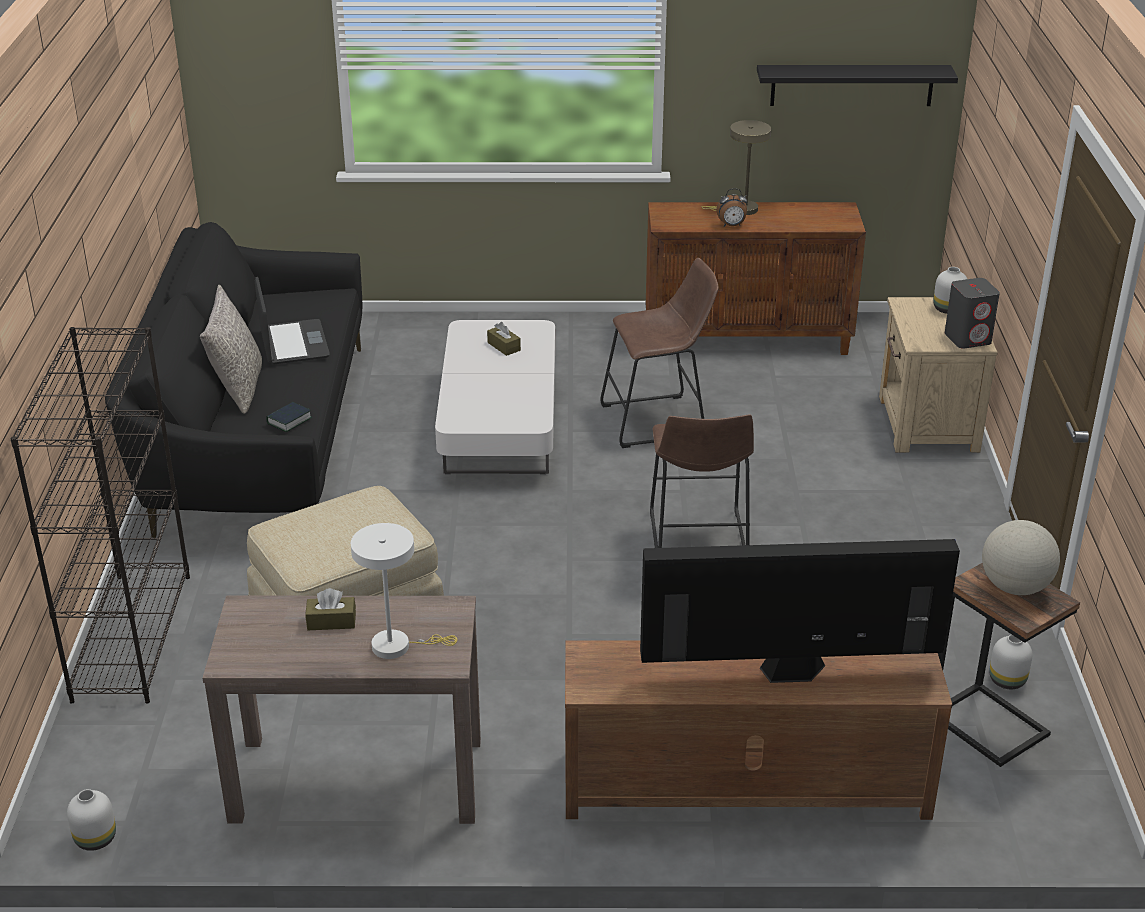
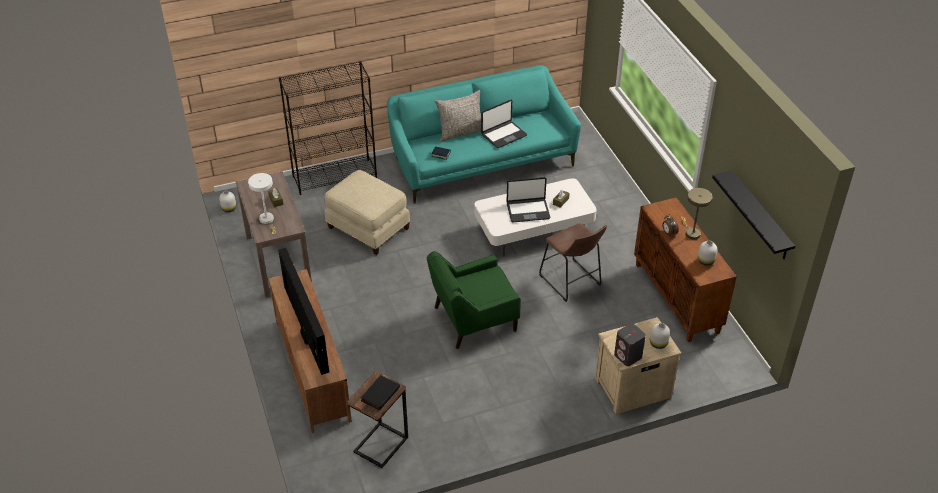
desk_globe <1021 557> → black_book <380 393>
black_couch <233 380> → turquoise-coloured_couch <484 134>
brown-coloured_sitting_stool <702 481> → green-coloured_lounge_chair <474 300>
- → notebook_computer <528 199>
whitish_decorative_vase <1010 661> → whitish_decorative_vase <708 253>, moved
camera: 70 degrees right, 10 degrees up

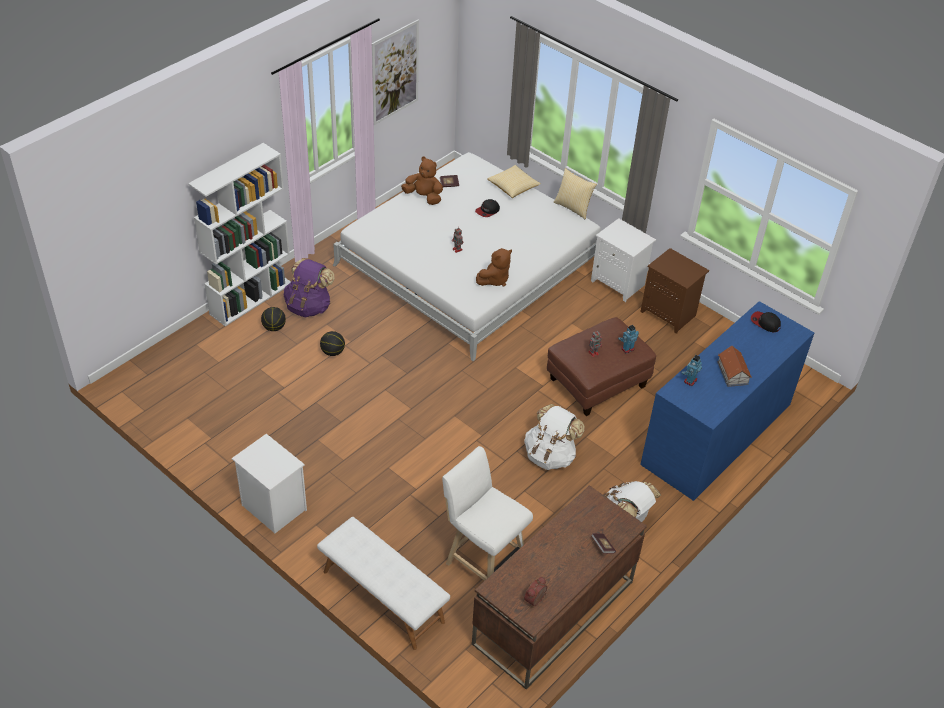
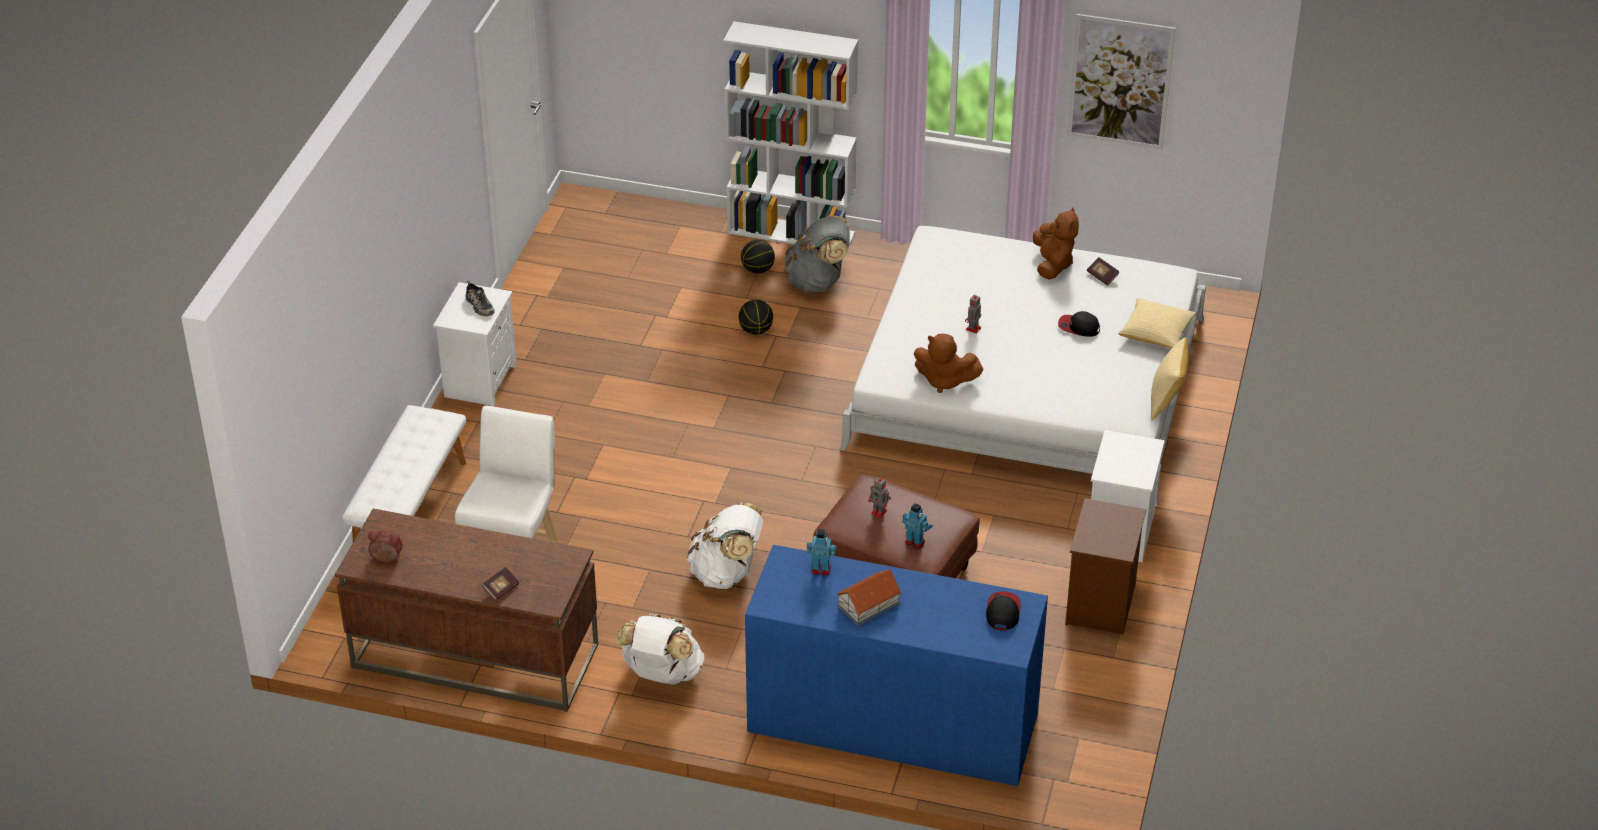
- → low_shoe <480 298>
purplish_knapsack <309 288> → gray_knapsack <817 254>
camera: 65 degrees right, 5 degrees down

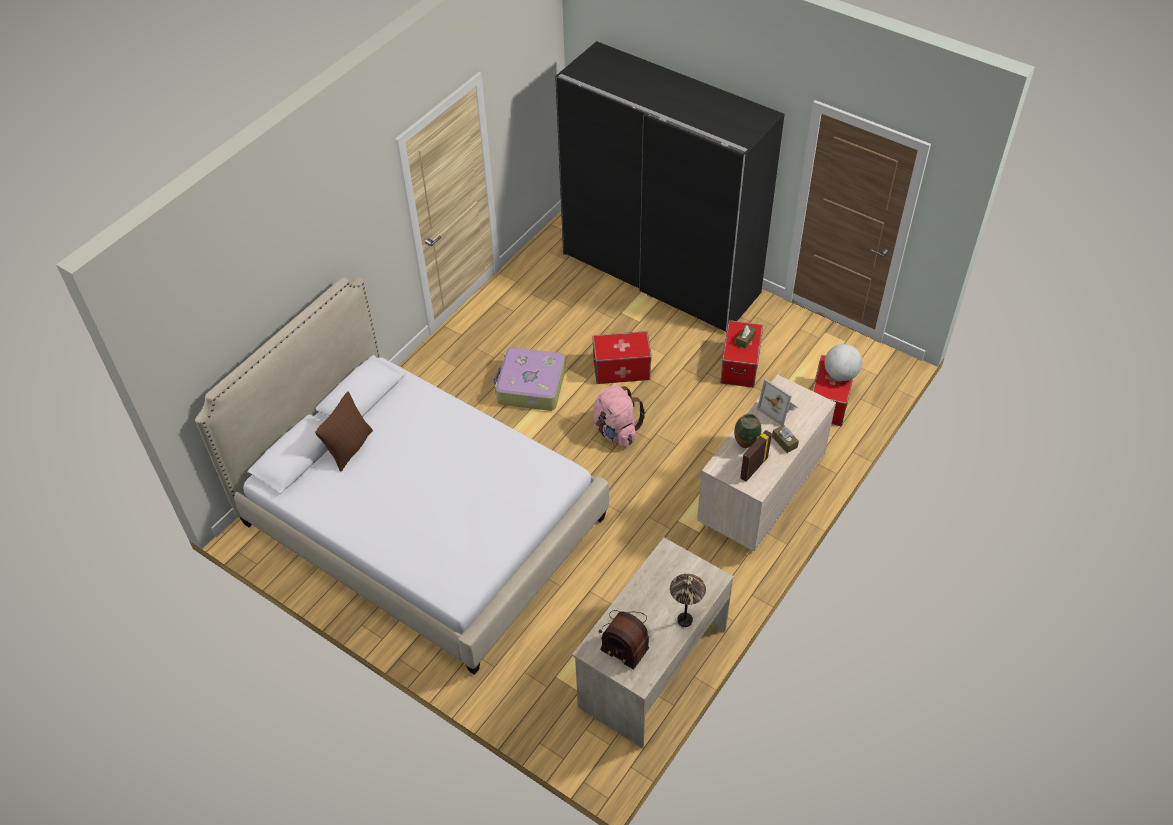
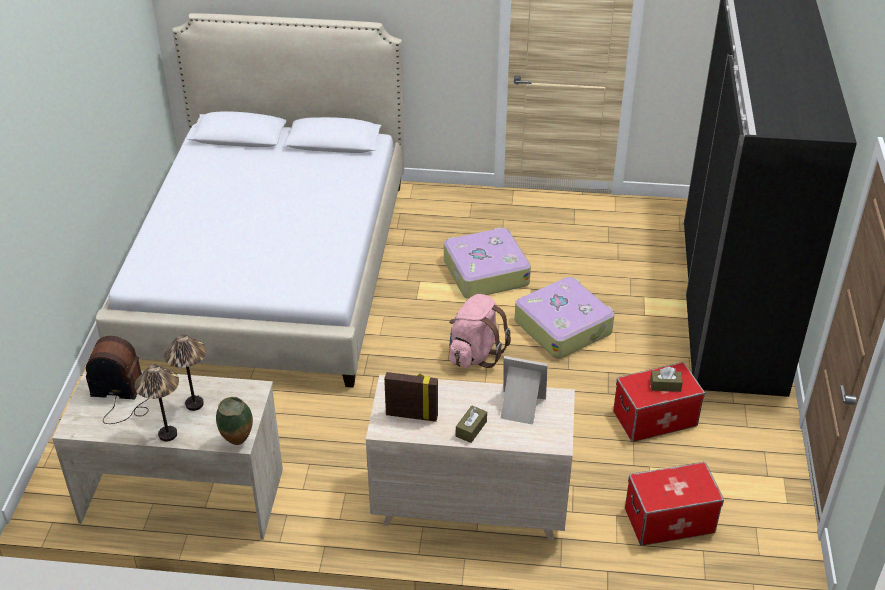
radio_receiver <624 640> → radio_receiver <117 380>, 90 degrees clockwise
- → lamp_for_a_table <184 372>
decorative_vase <747 431> → decorative_vase <234 421>, moved
photo_frame <777 402> → photo_frame <524 390>, 90 degrees clockwise
storage_bin <622 357> → piece_of_luggage <564 318>
brown-coloured_throw_pillow <344 431> → -
desk_globe <843 362> → -
camera: 60 degrees right, 10 degrees down

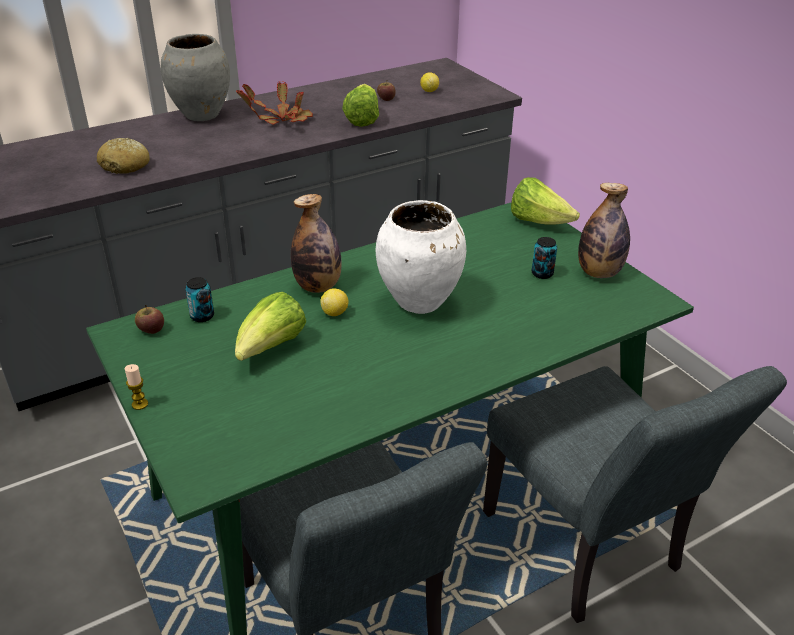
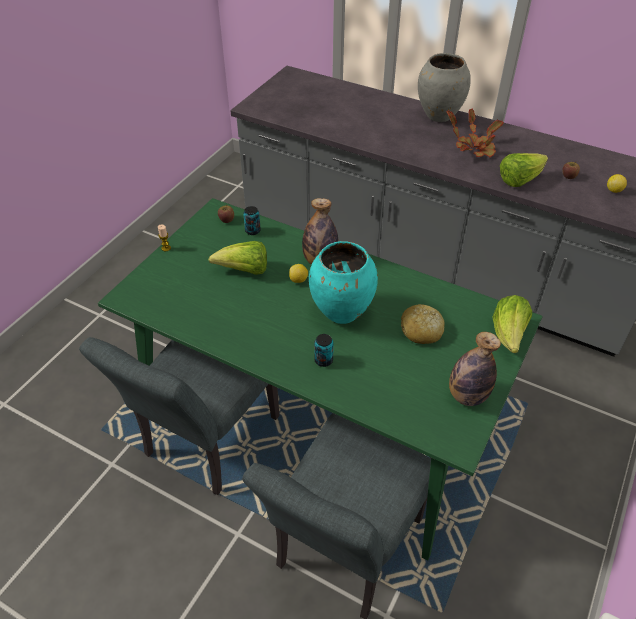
whitish_decorative_vase <421 257> → turquoise-coloured_decorative_vase <343 282>
sealed_can <544 258> → sealed_can <324 350>, moved
bread <123 156> → bread <423 324>, moved
camera: 60 degrees right, 10 degrees up

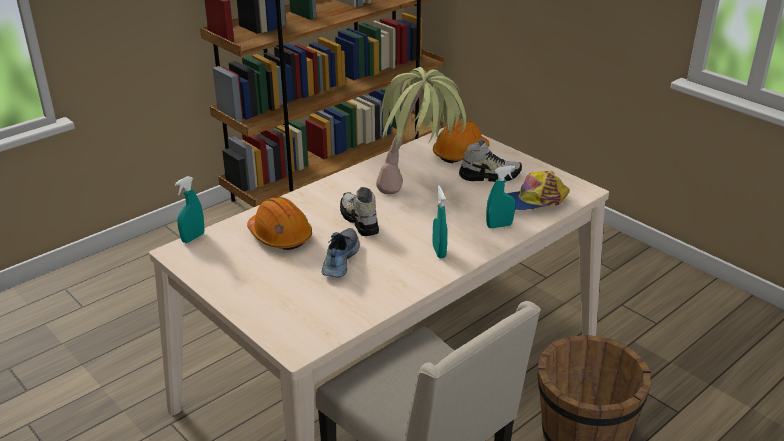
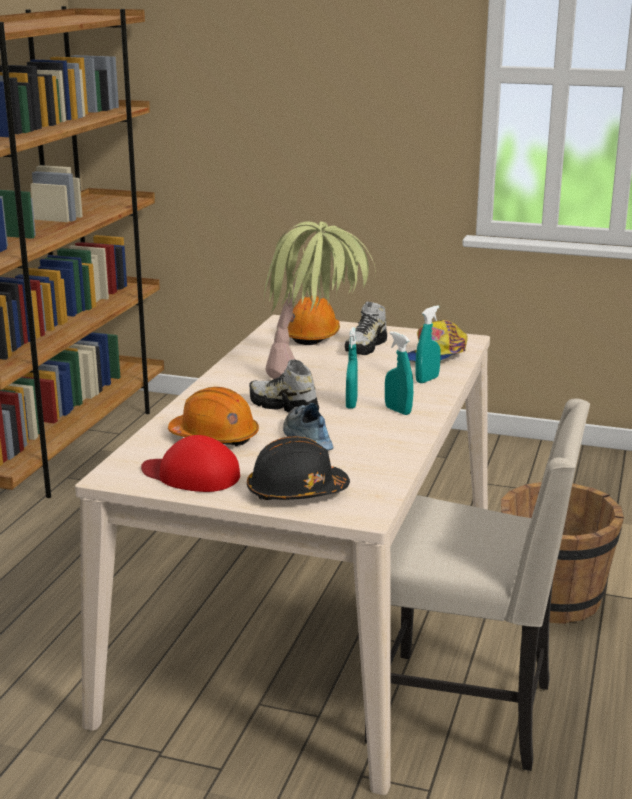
- → red-coloured_peaked_cap <190 463>
- → black_safety_helmet <298 468>
low_shoe <490 161> → low_shoe <366 328>, 150 degrees clockwise
turquoise-coloured_spray_bottle <189 209> → turquoise-coloured_spray_bottle <352 368>, moved
camera: 30 degrees left, 10 degrees down

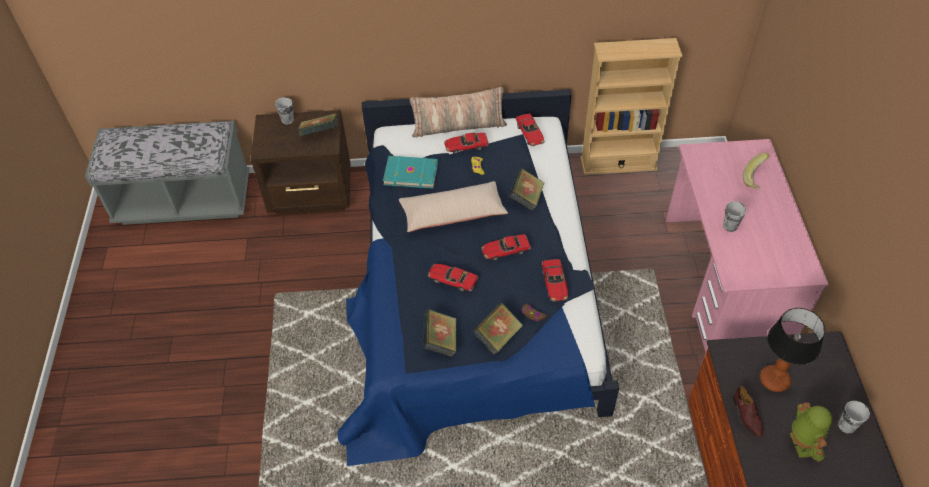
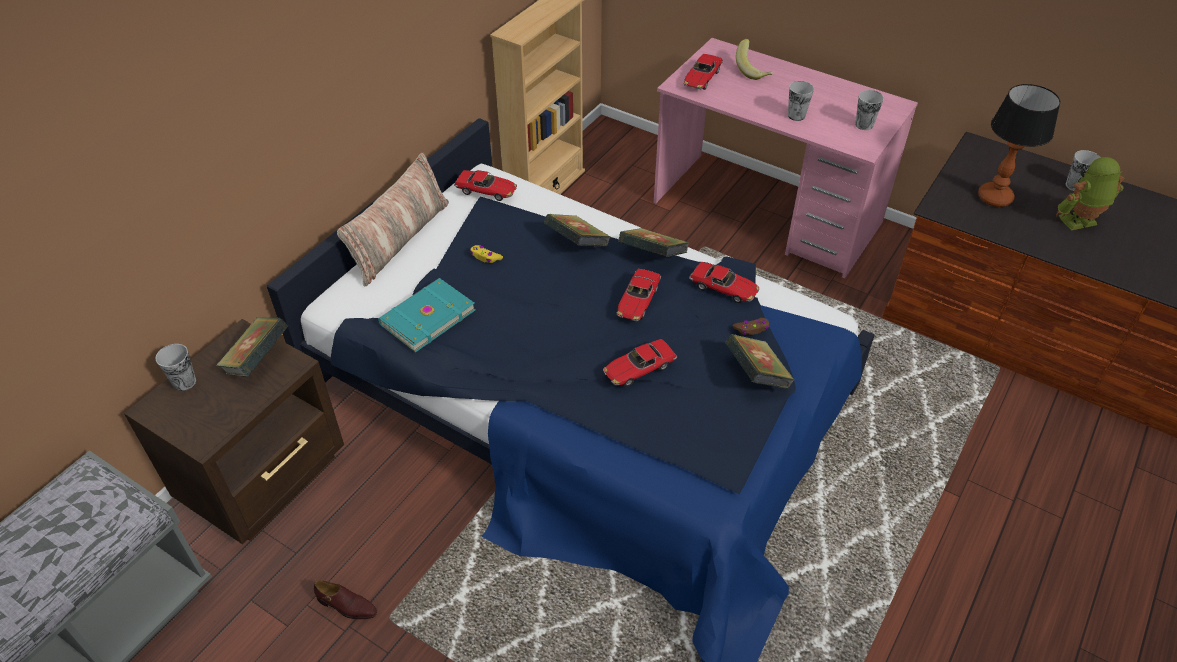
brown-coloured_low_shoe <748 412> → brown-coloured_low_shoe <345 599>, moved
book <439 333> → book <653 242>, moved
toy_car <466 143> → toy_car <703 72>, moved
- → small_cup <869 110>
toy_robot <811 432> → toy_robot <1090 193>, 45 degrees counterclockwise
beige_throw_pillow <453 206> → -
camera: 55 degrees left, 5 degrees down

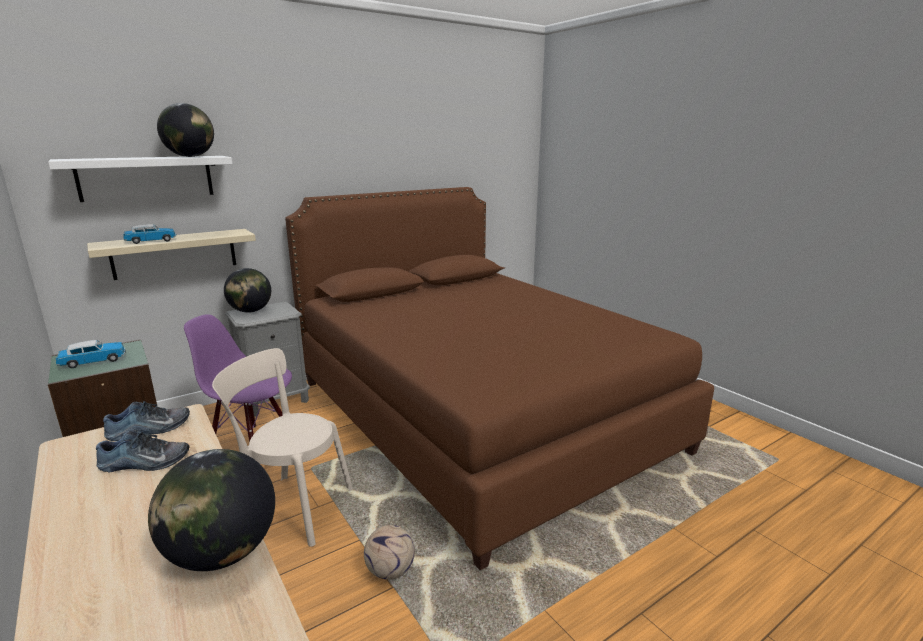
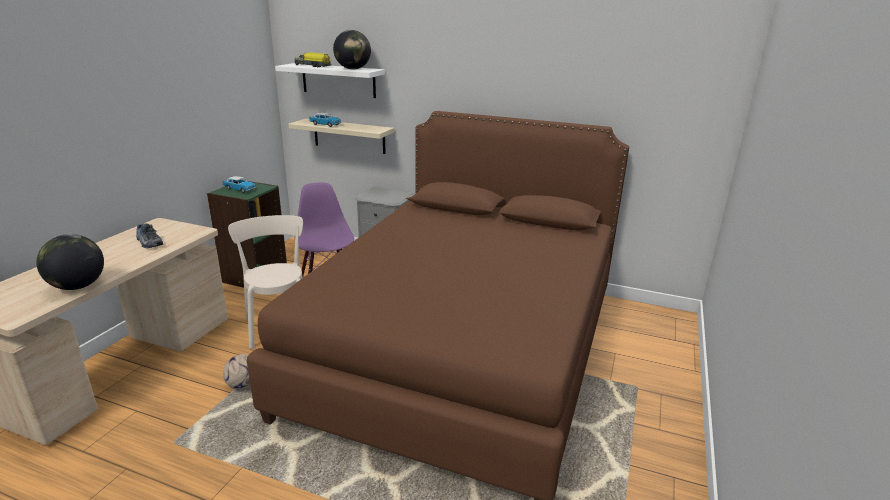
- → toy_lorry <313 59>
low_shoe <146 421> → -
desk_globe <247 290> → -
camera: 55 degrees right, 5 degrees up

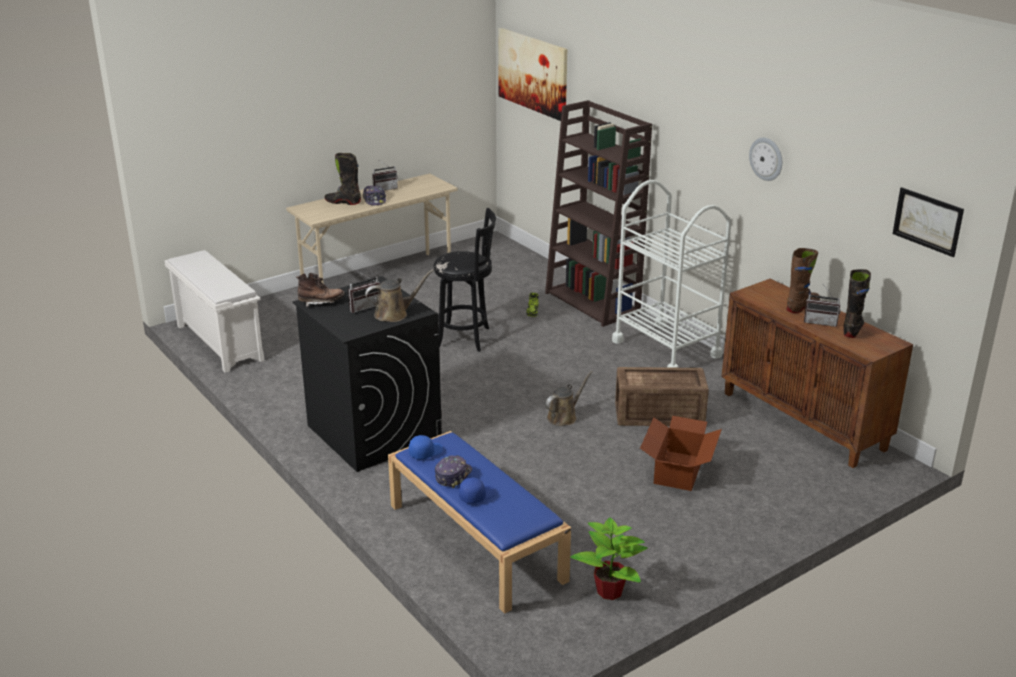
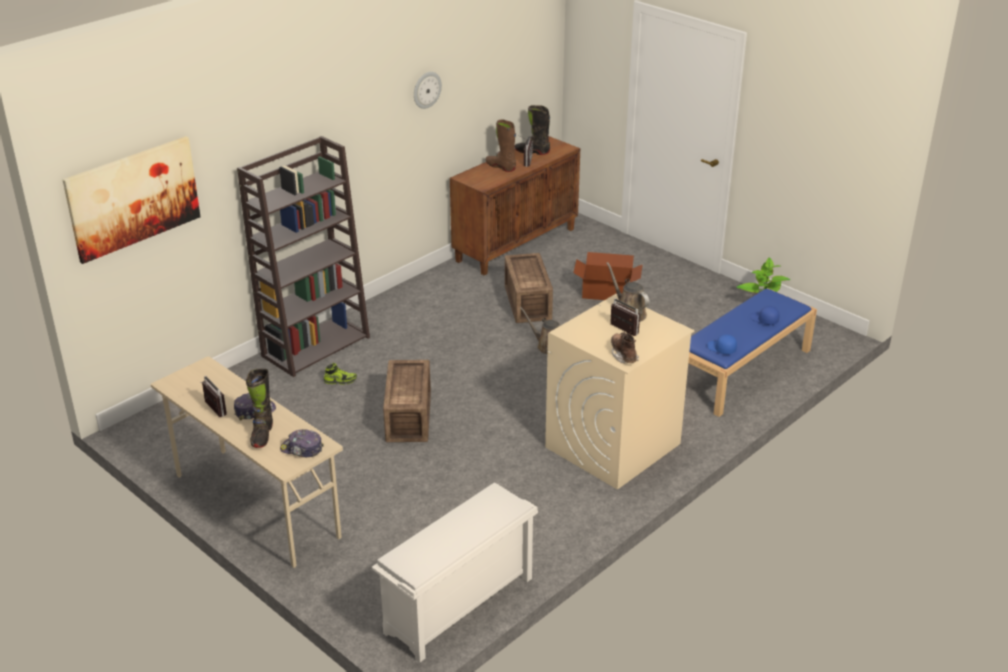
peaked_cap <453 472> → peaked_cap <302 443>, moved
black_sitting_stool <465 280> → packing_crate <407 401>
black_laundry_appliance <367 374> → beige_laundry_appliance <619 392>
whitish_trolley <671 274> → -
wall_picture <928 222> → -
camera: 100 degrees left, 5 degrees up

